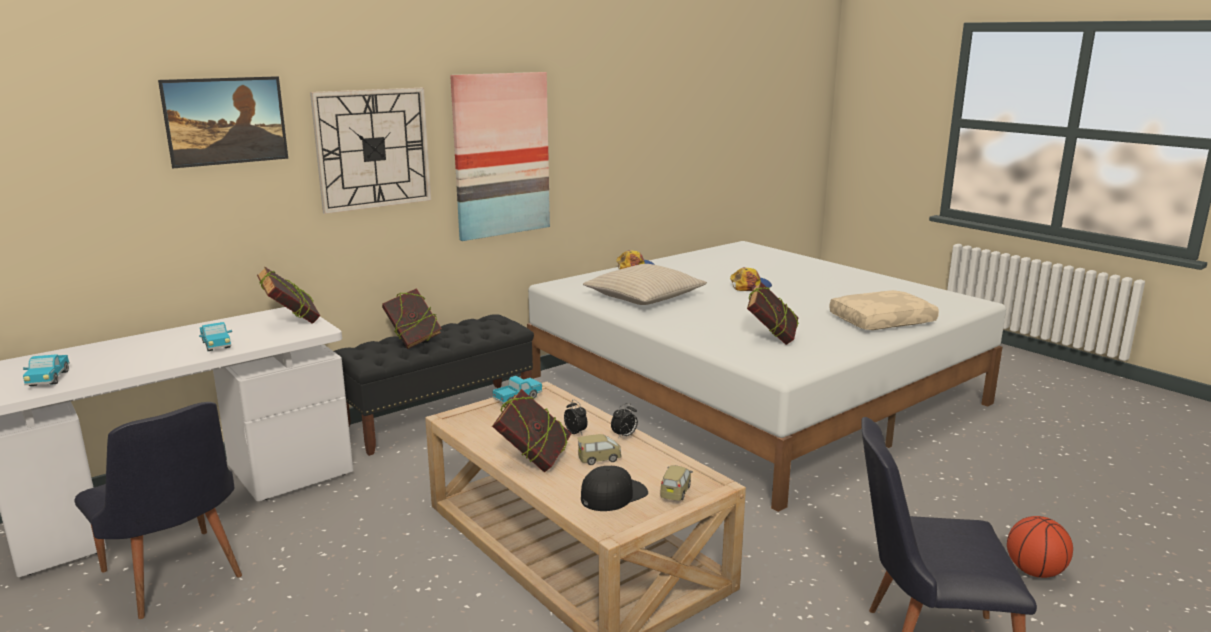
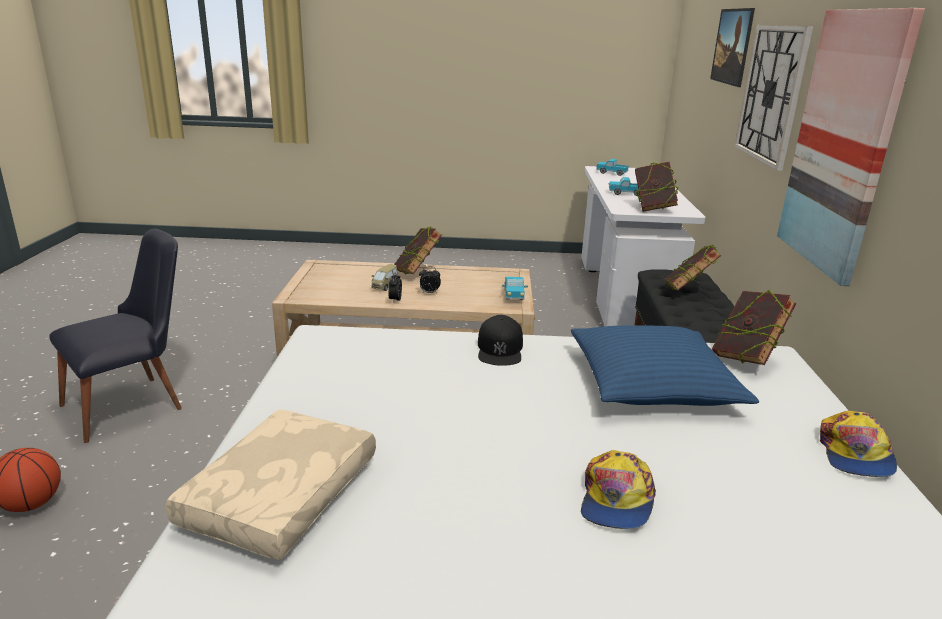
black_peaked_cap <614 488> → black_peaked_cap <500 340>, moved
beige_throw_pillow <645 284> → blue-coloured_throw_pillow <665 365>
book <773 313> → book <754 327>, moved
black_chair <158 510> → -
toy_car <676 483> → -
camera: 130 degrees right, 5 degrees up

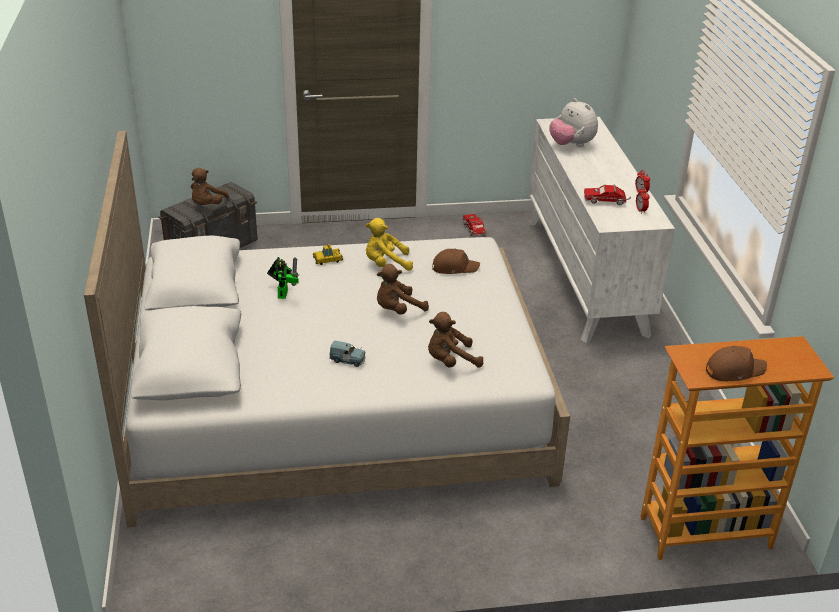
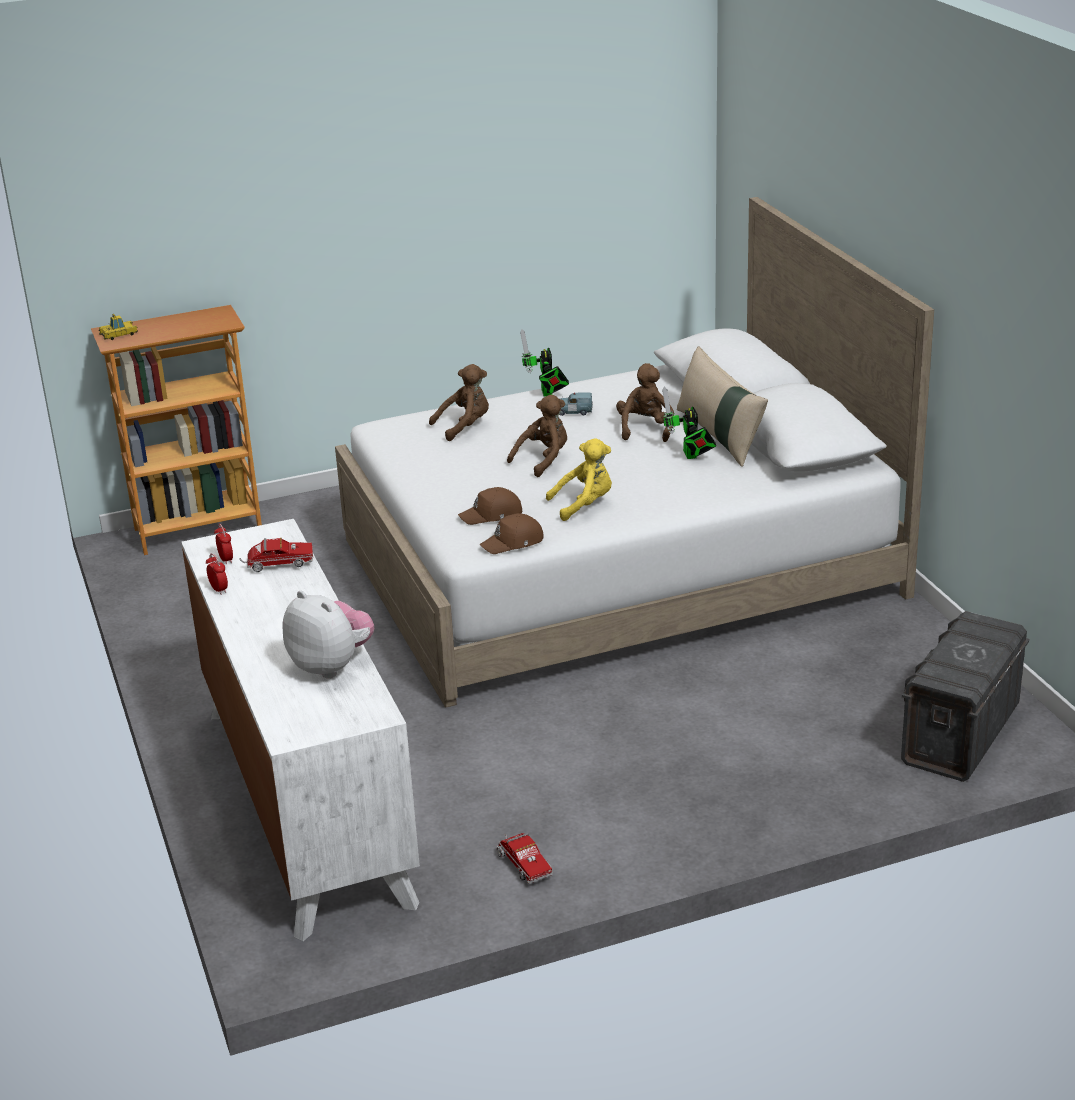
toy_car <328 254> → toy_car <118 327>, moved
brown-coloured_peaked_cap <736 363> → brown-coloured_peaked_cap <512 533>, moved
- → toy_robot <544 362>
brown-coloured_soft_toy <210 186> → brown-coloured_soft_toy <645 402>, moved
- → beige_throw_pillow <722 406>
camera: 170 degrees right, 5 degrees down

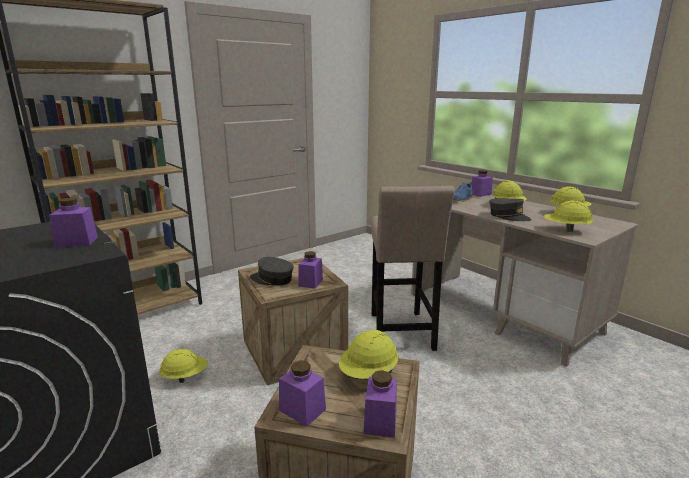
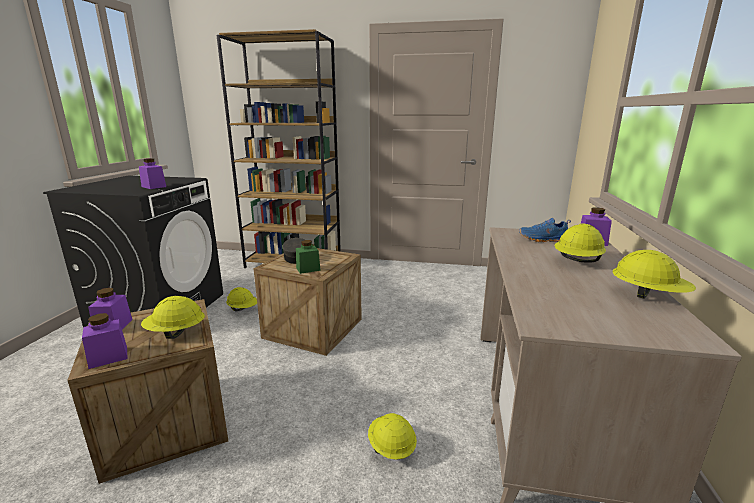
purplish_preserve_jar <310 270> → green-coloured_preserve_jar <308 257>
yellow_safety_helmet <569 216> → yellow_safety_helmet <392 436>, moved
beige_sitting_stool <413 268> → -
gray_peaked_cap <510 209> → -
camera: 50 degrees right, 0 degrees up

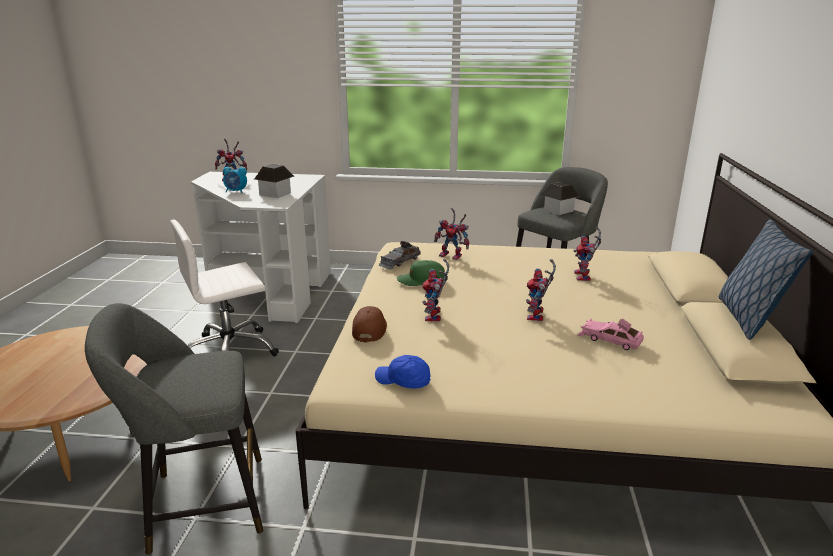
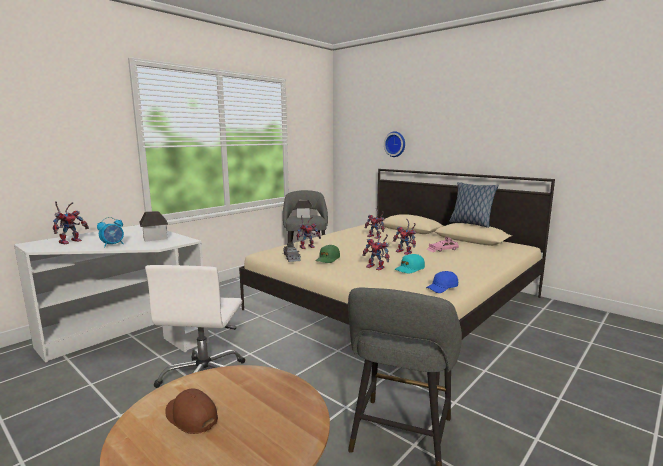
brown-coloured_peaked_cap <369 324> → brown-coloured_peaked_cap <191 411>, moved
- → clock_on_the_wall <394 144>
- → turquoise-coloured_peaked_cap <409 263>
camera: 55 degrees left, 10 degrees down

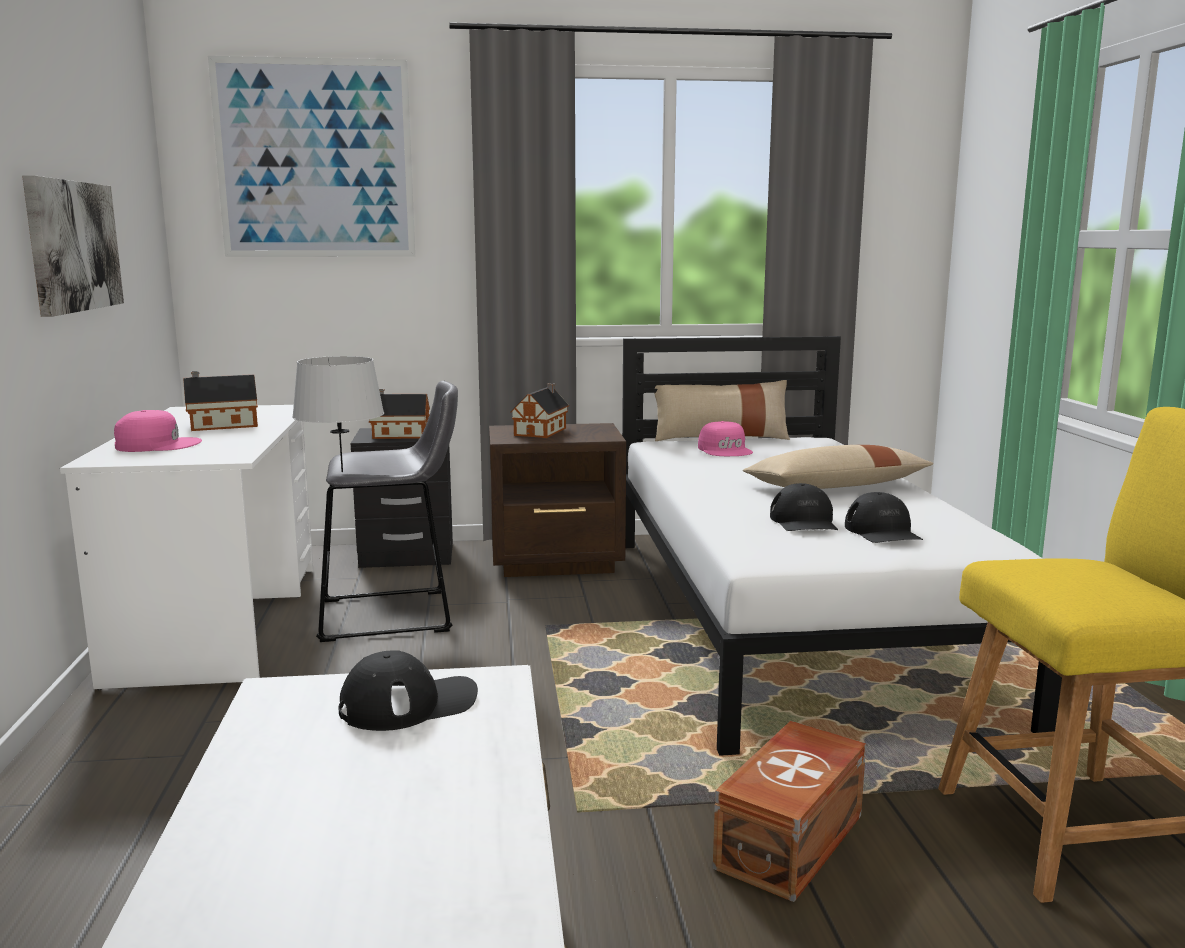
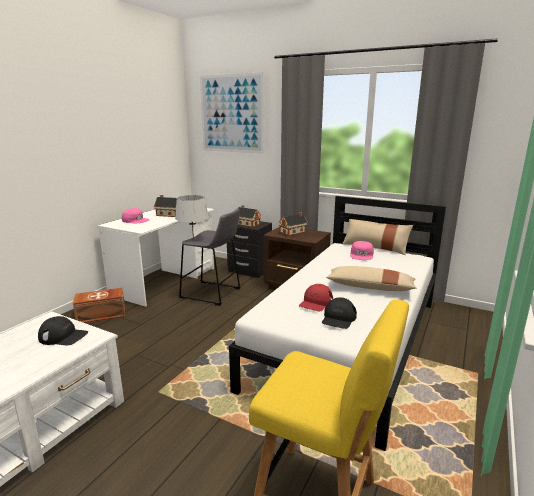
brown-coloured_storage_bin <789 811> → brown-coloured_storage_bin <99 305>, moved
black_peaked_cap <804 507> → red-coloured_peaked_cap <316 297>
wall_picture <73 246> → -
camera: 35 degrees right, 5 degrees up

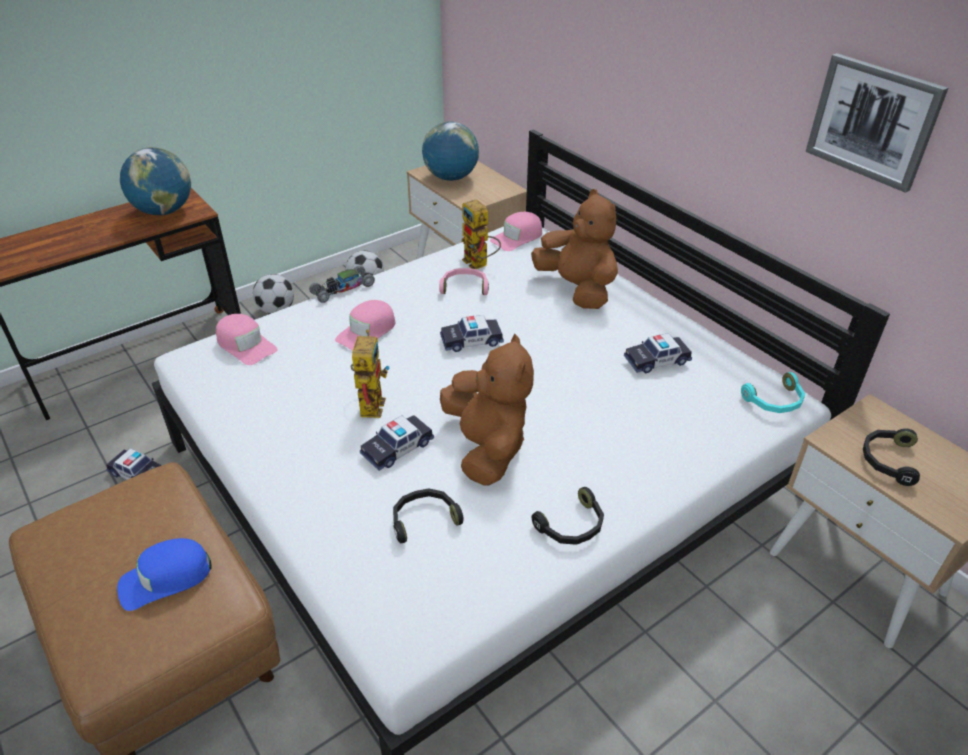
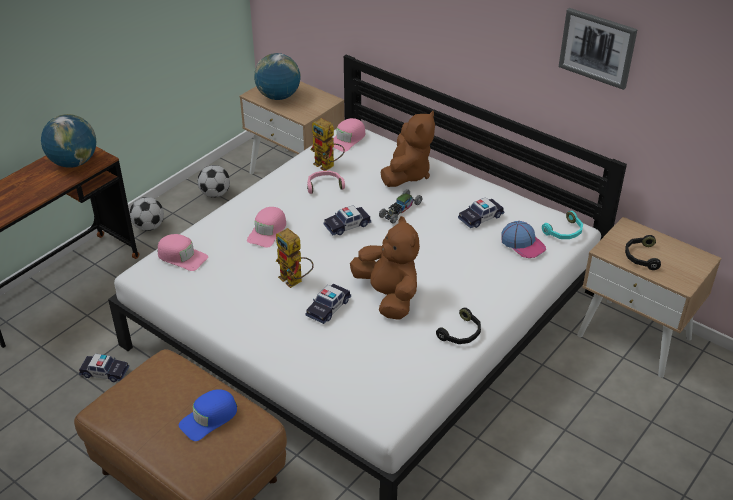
toy_robot <370 373> → toy_robot <295 258>, 150 degrees clockwise
toy_car <342 284> → toy_car <400 206>, moved
brown-coloured_soft_toy <574 249> → brown-coloured_soft_toy <407 149>, 75 degrees clockwise
- → peaked_cap <523 239>
black_headset <428 515> → -
camera: 15 degrees left, 0 degrees up

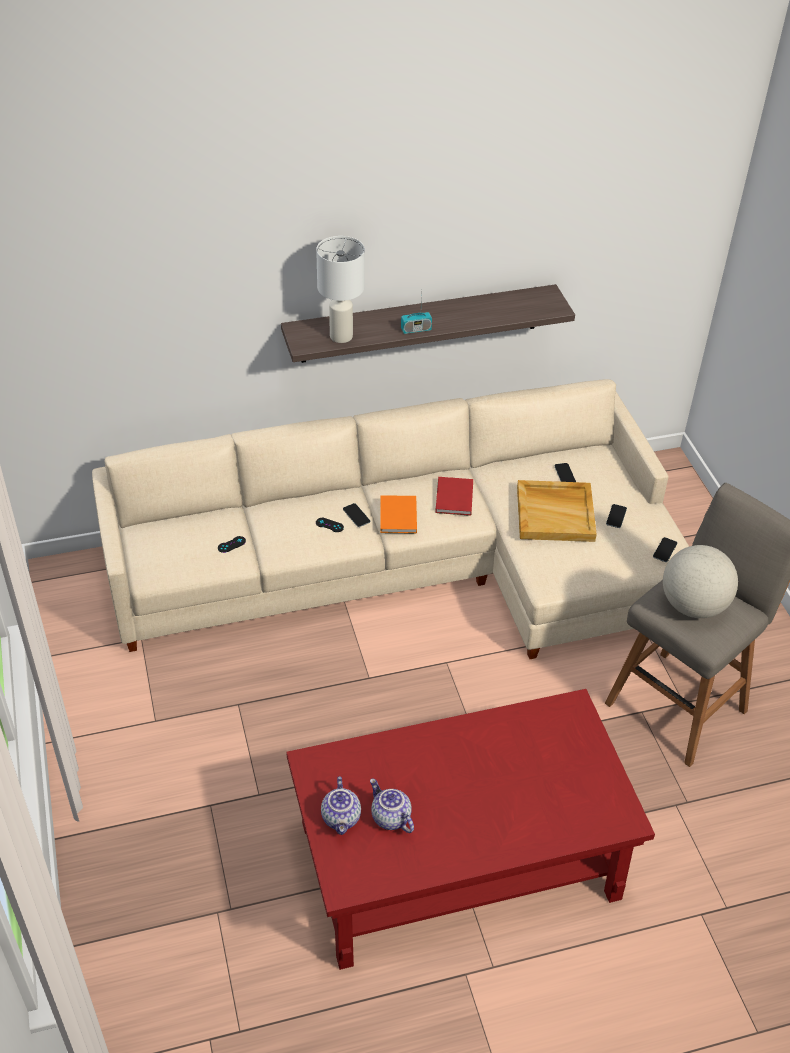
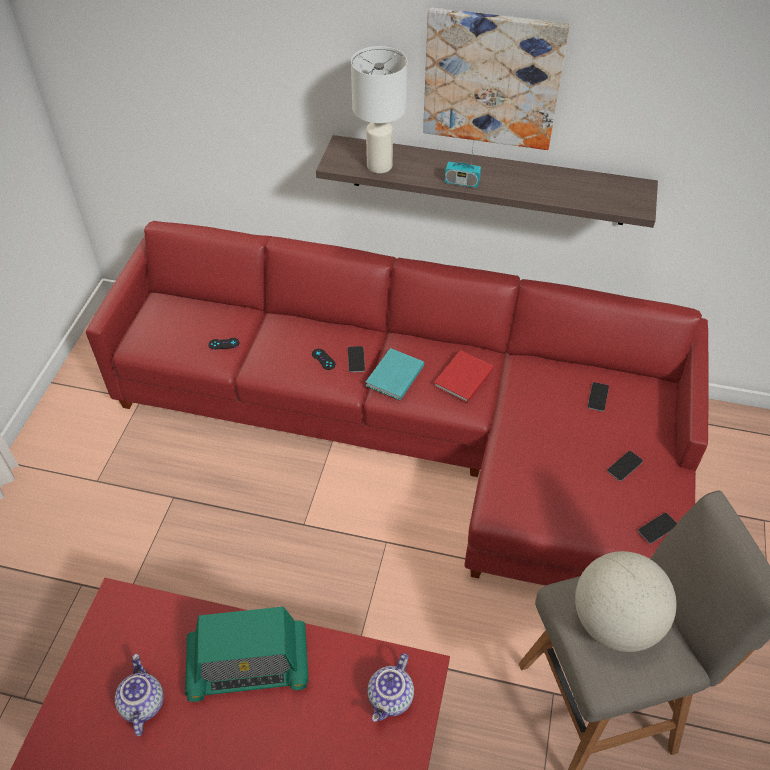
beige_couch <390 519> → red-coloured_couch <397 403>
- → radio_receiver <247 654>
orange_book <398 514> → turquoise-coloured_book <395 374>
tea_pot <341 805> → tea_pot <390 687>, moved
- → wall_picture <496 79>
beige_serving_tray <557 511> → -
camera: 30 degrees right, 5 degrees up

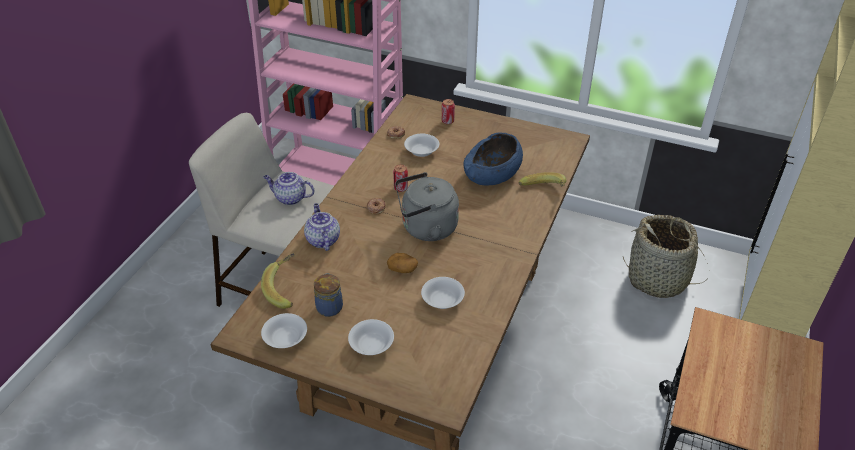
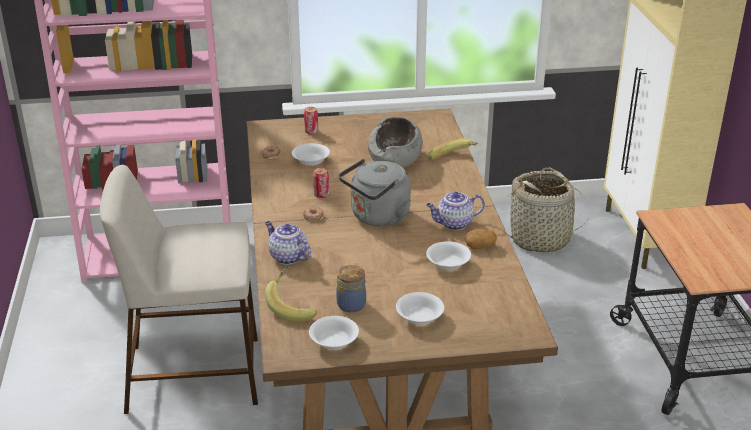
blue-coloured_bowl <493 159> → gray_bowl <395 142>
tea_pot <289 188> → tea_pot <455 211>, moved
whole_potato <402 263> → whole_potato <481 239>, moved
camera: 30 degrees left, 10 degrees down

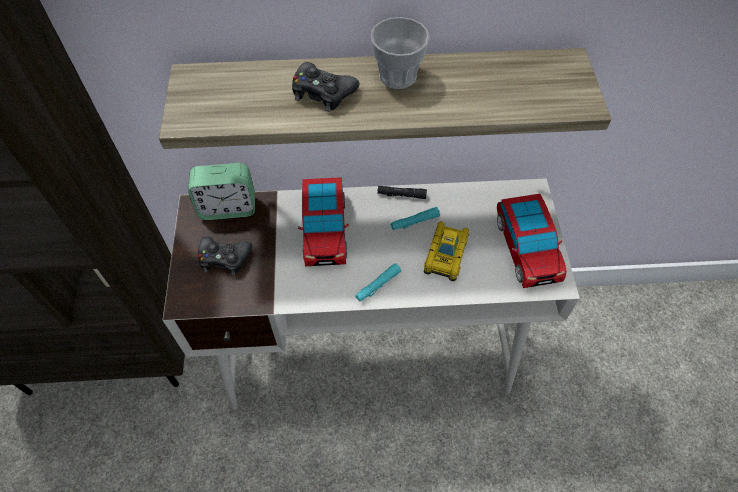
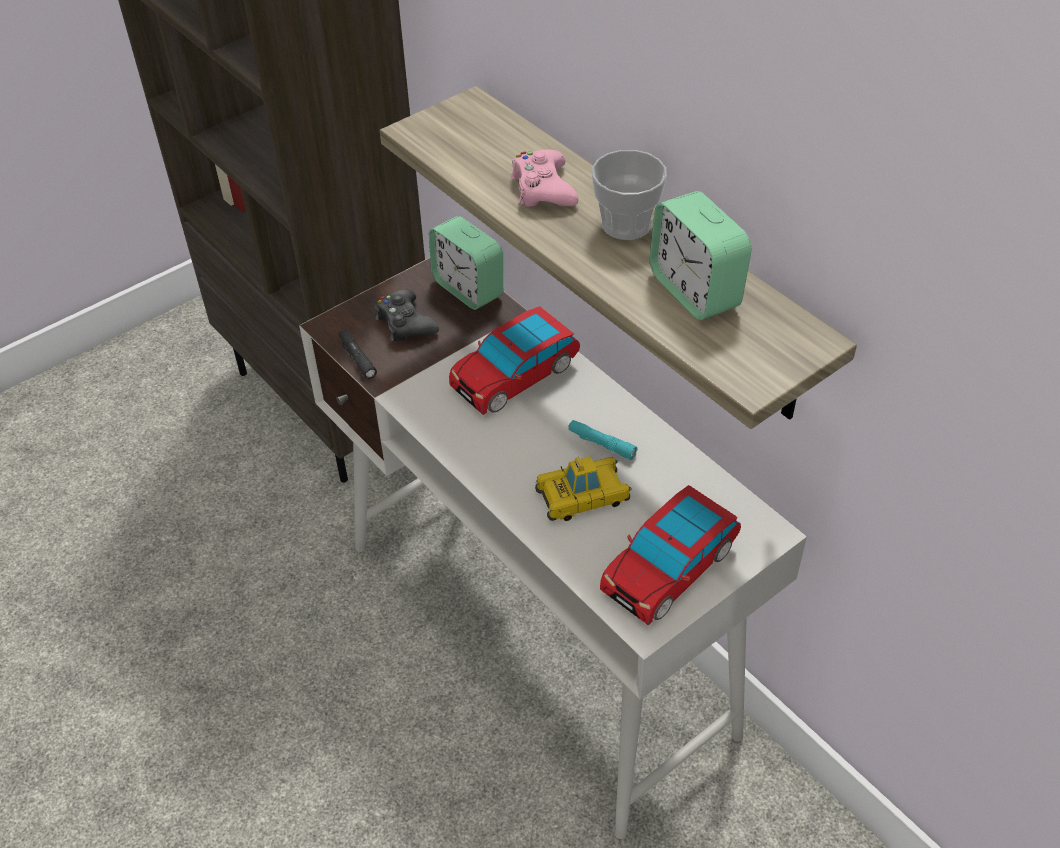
black_flashlight <402 192> → black_flashlight <358 354>, moved
black_game_controller <325 87> → pinkish_game_controller <545 178>
- → alarm_clock <700 255>
turquoise-coloured_flashlight <378 282> → -
camera: 55 degrees right, 10 degrees down

